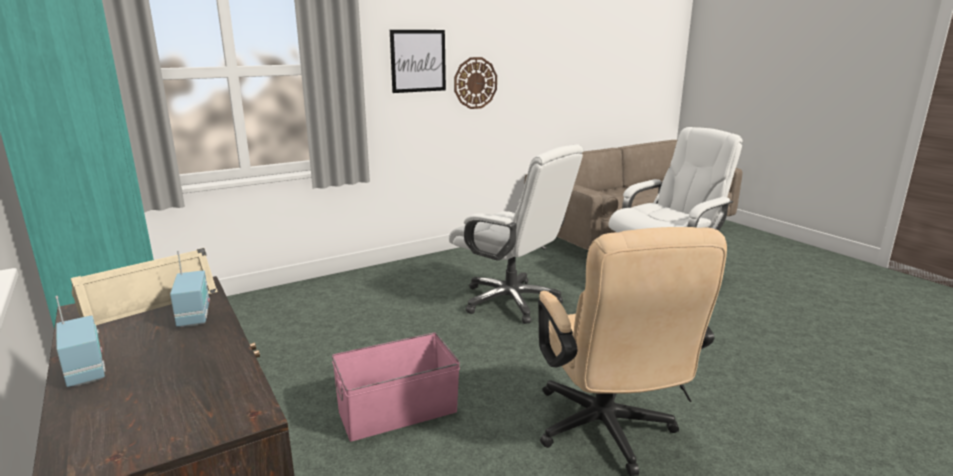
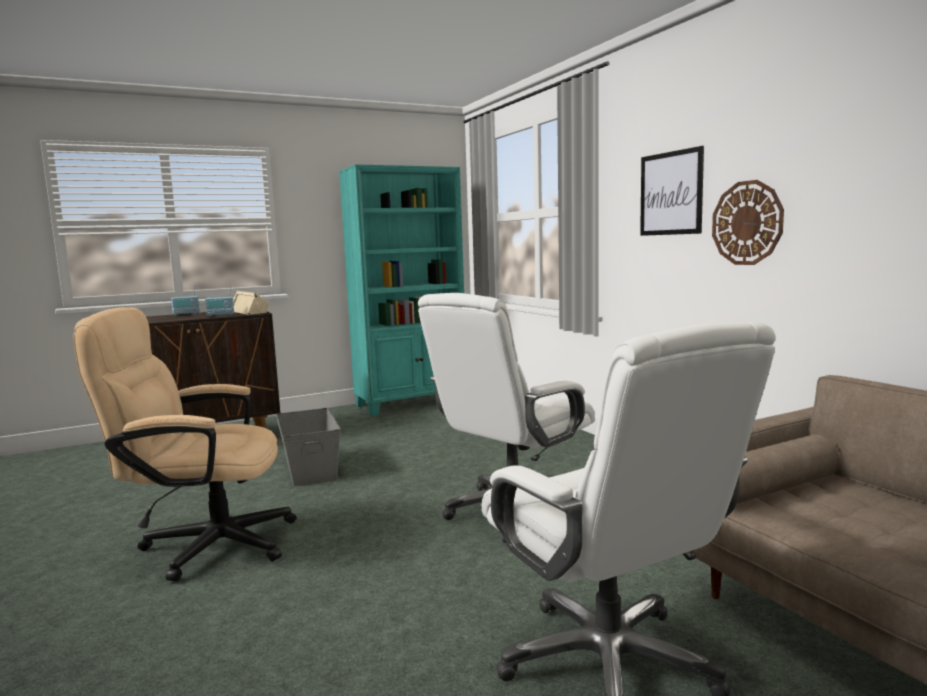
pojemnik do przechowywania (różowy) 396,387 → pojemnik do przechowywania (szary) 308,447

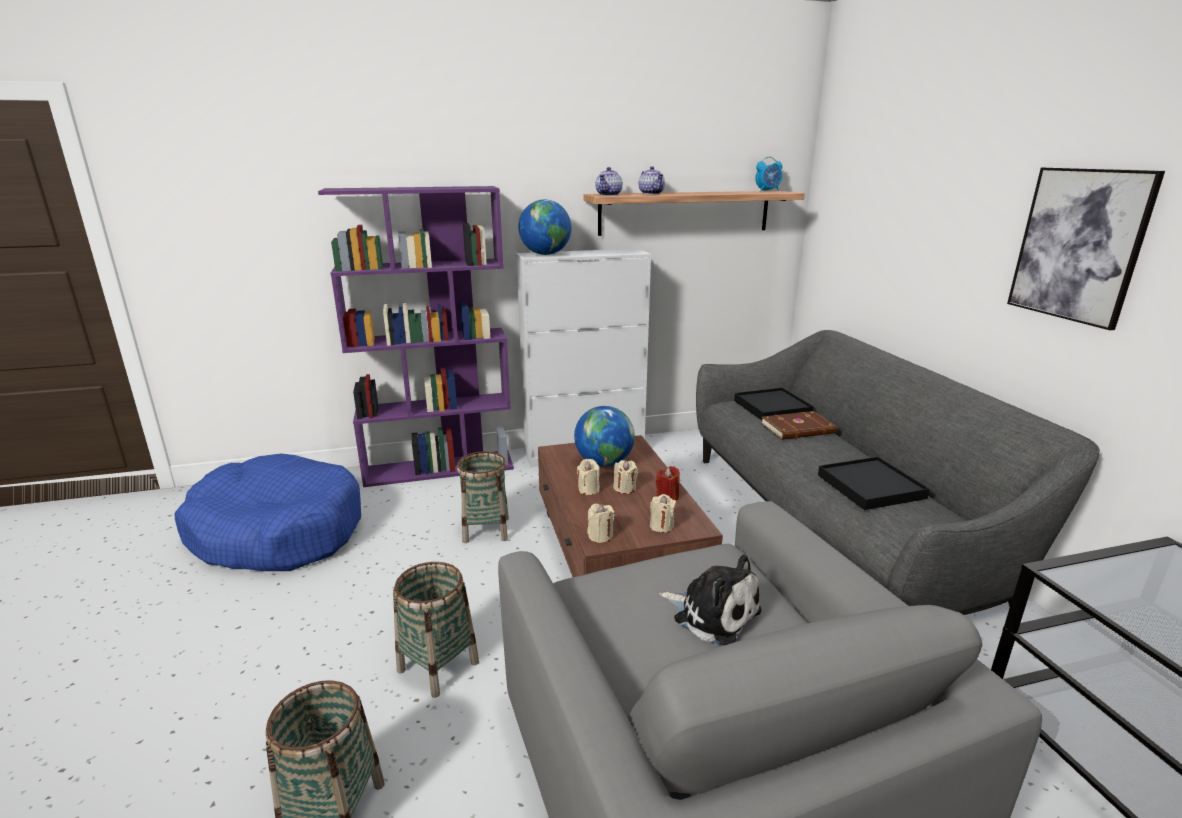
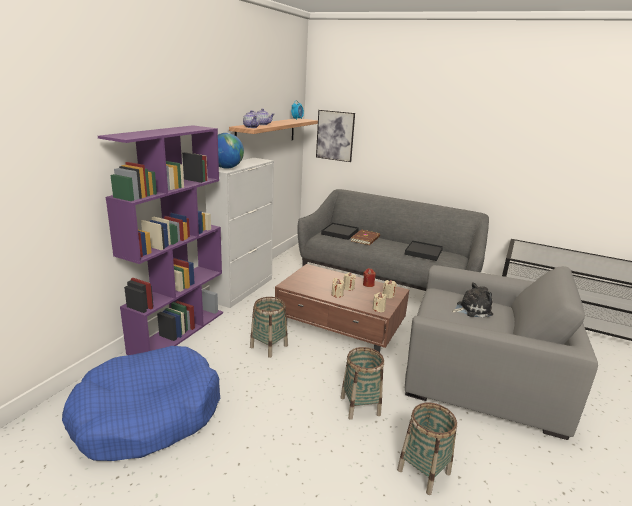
obraz 1086,248 → obraz 335,136, move
globus 604,436 → -

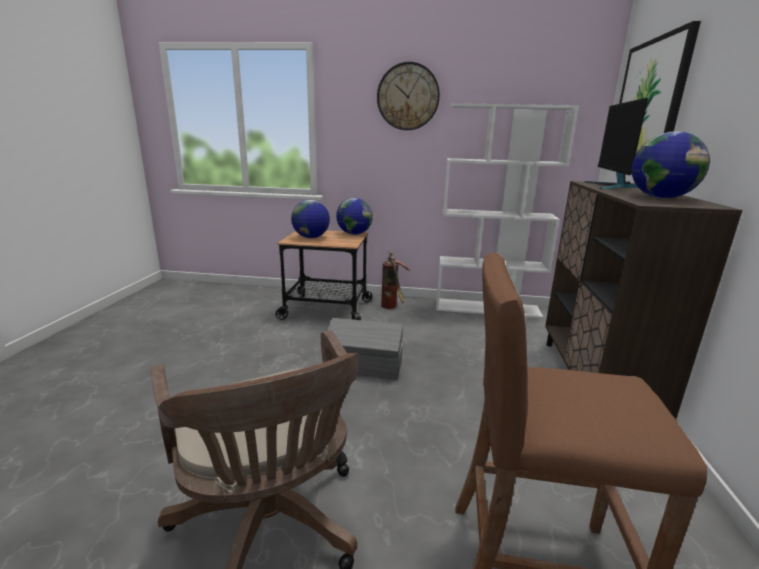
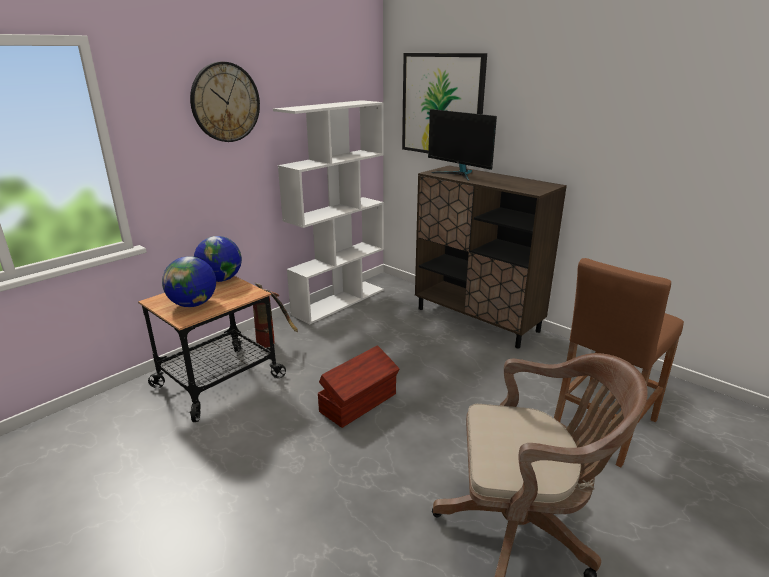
pojemnik do przechowywania (szary) 365,348 → pojemnik do przechowywania (brązowy) 358,386
globus 671,165 → -

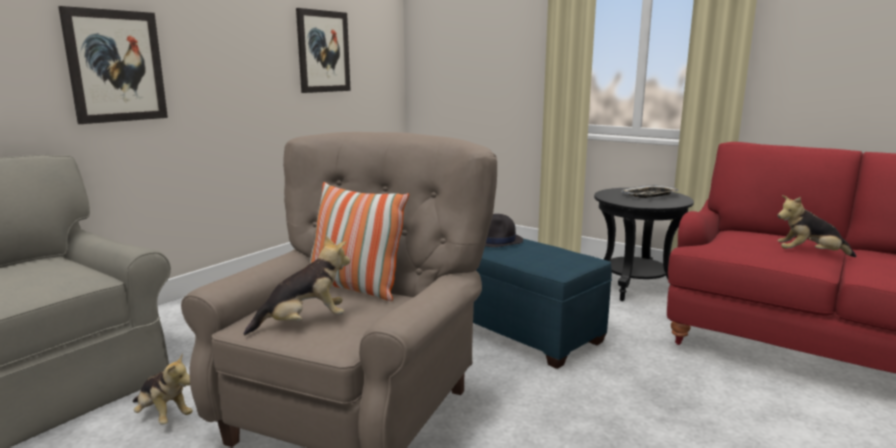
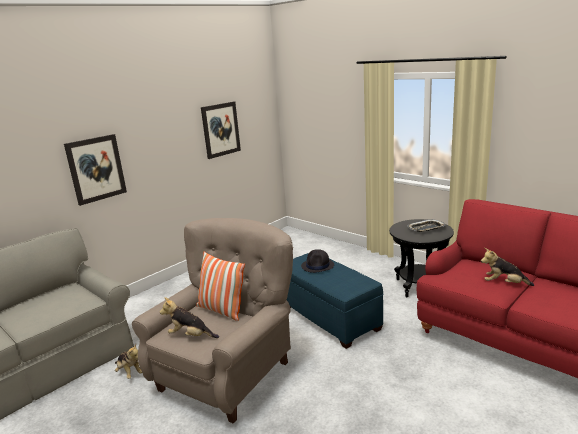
pluszak 296,285 → pluszak 189,317, 150 degrees counterclockwise

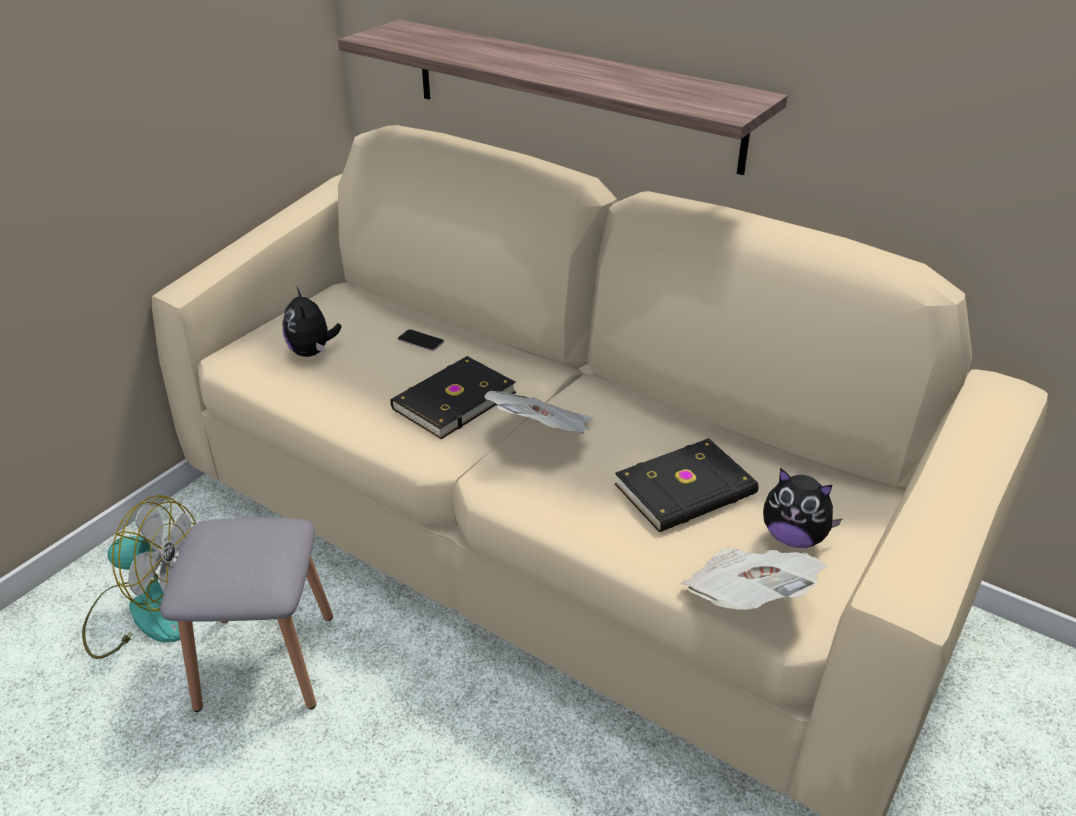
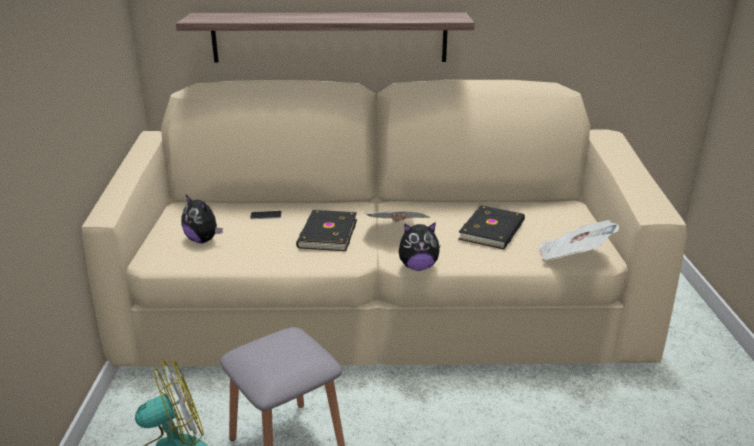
pluszak 803,508 → pluszak 419,246, move

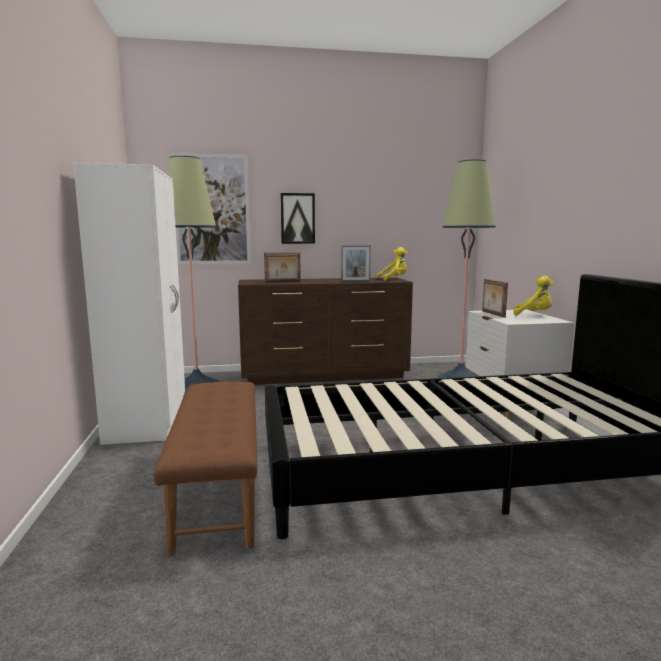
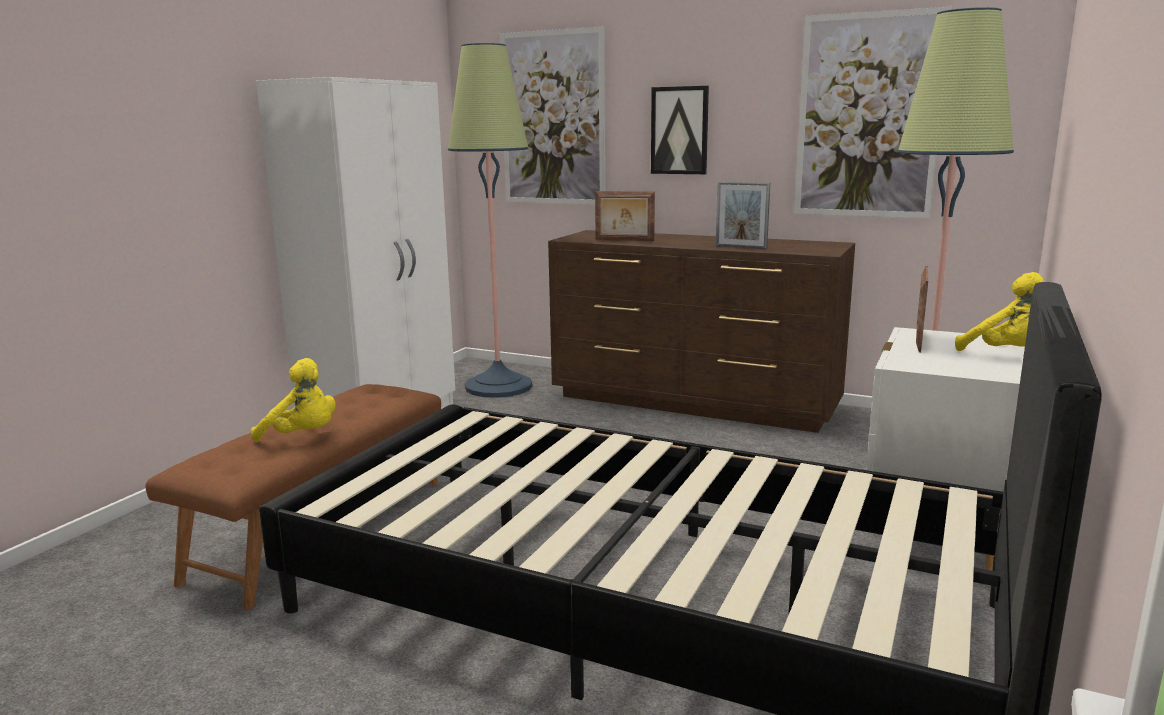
pluszak (żółty) 392,264 → pluszak (żółty) 293,400, move
- → obraz 872,112

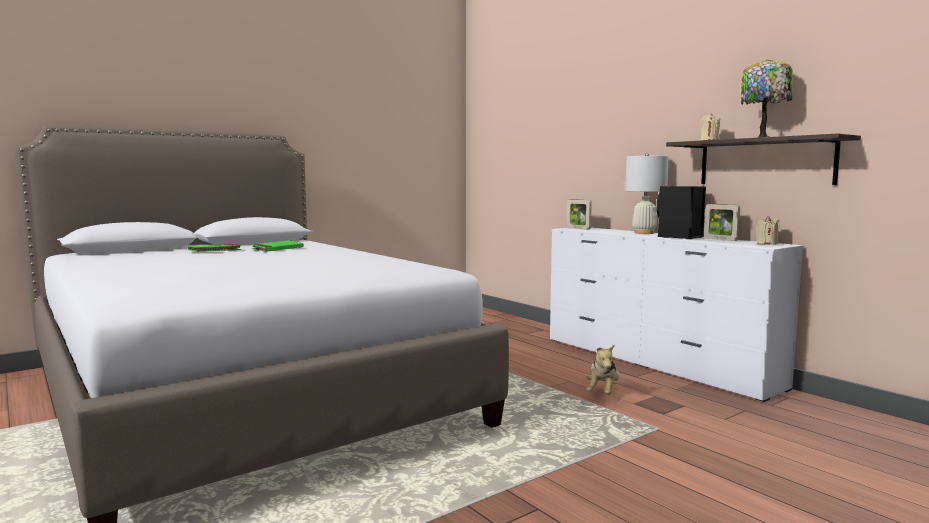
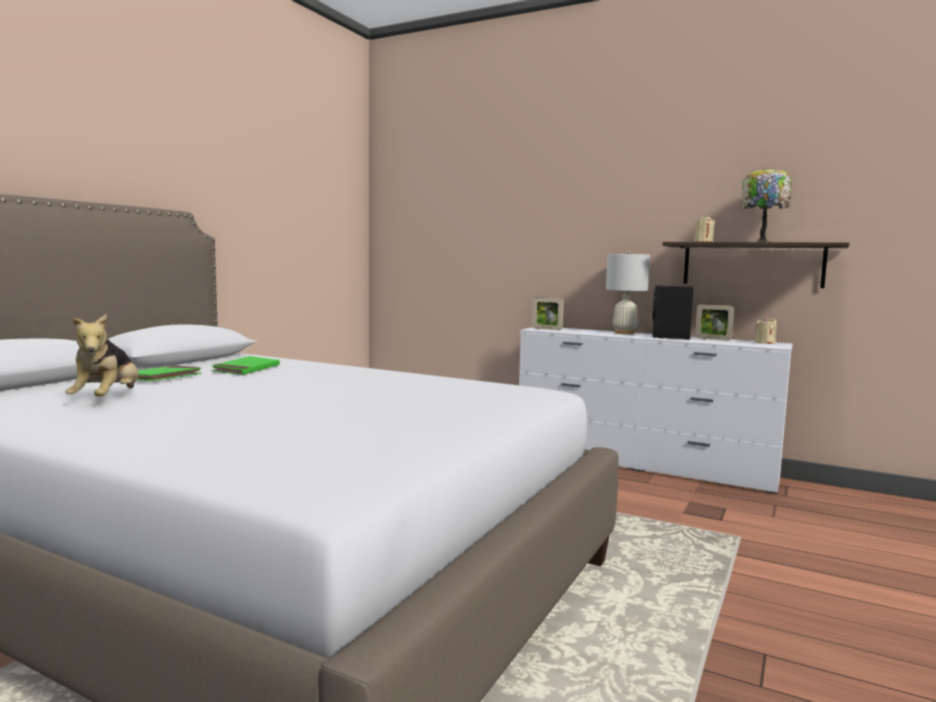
pluszak 603,370 → pluszak 102,355, move

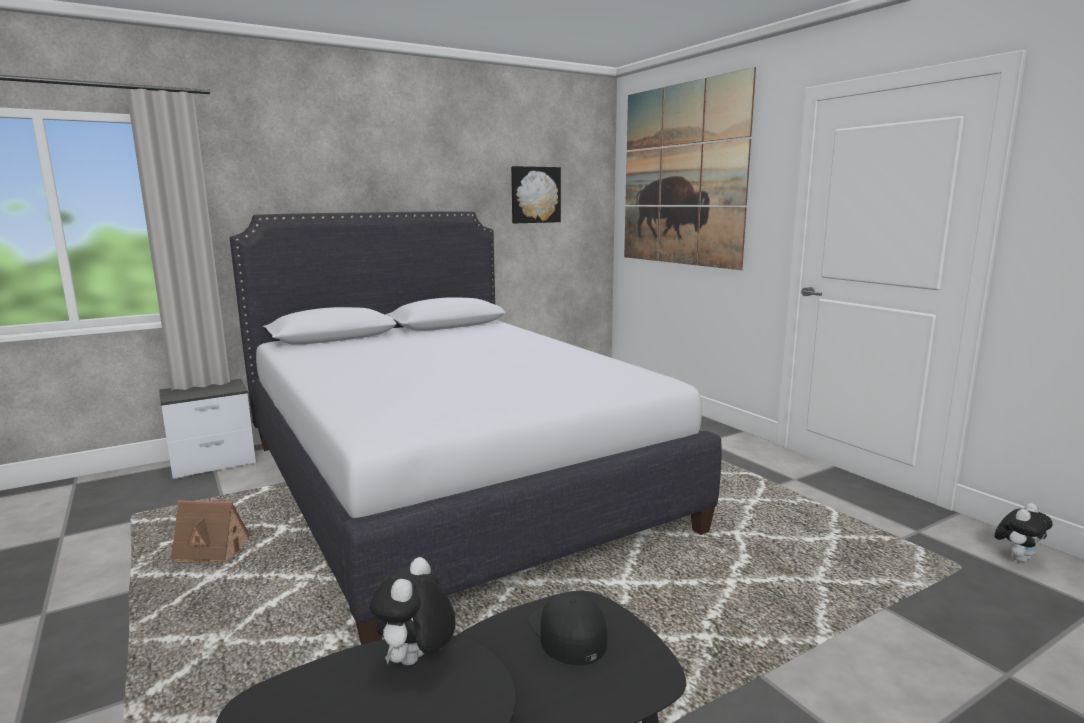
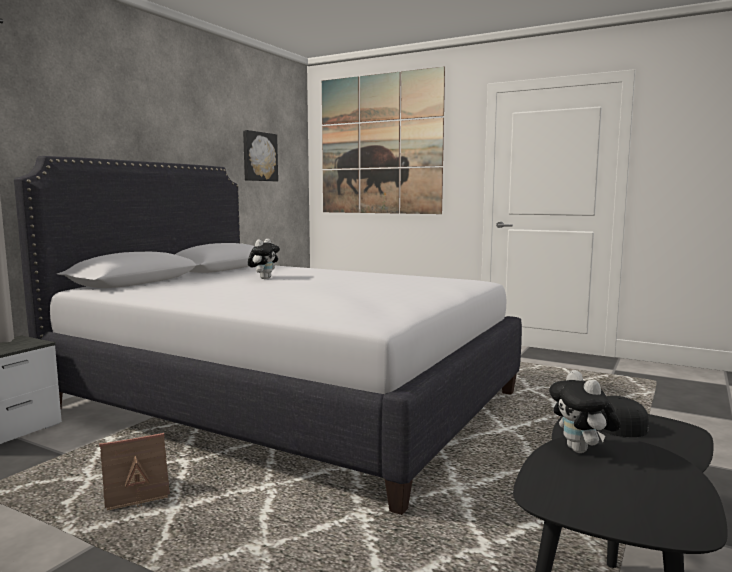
pluszak 1023,532 → pluszak 264,259, move

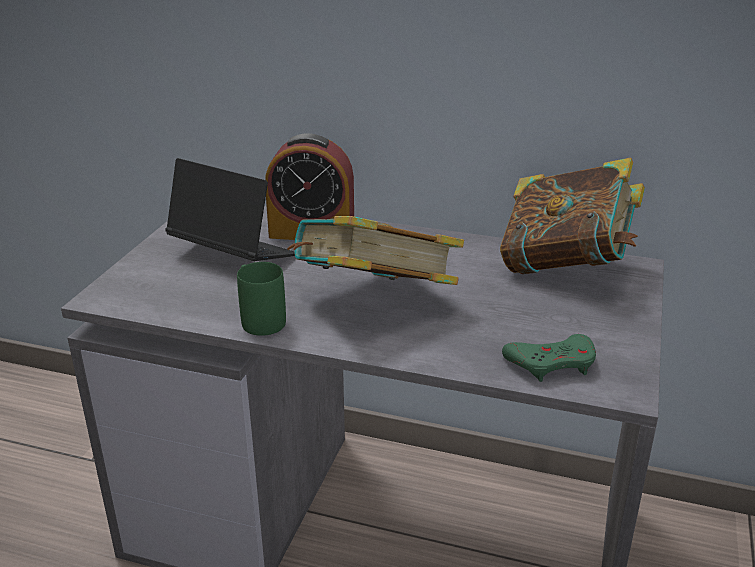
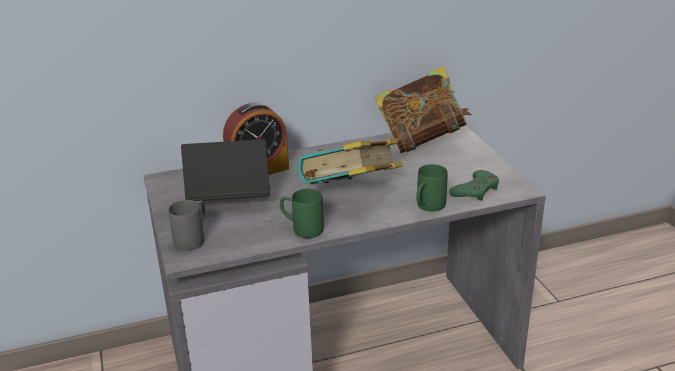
- → kubek (szary) 186,225
- → kubek (zielony) 432,188

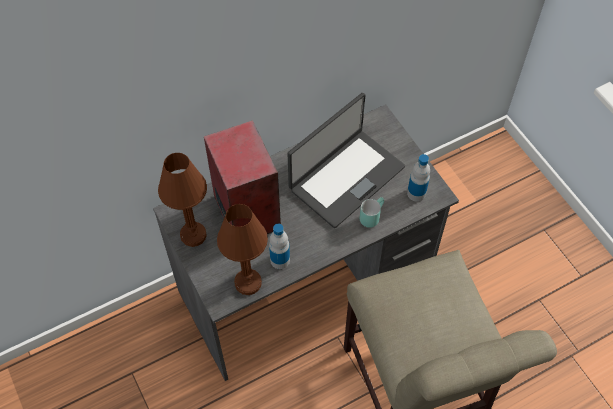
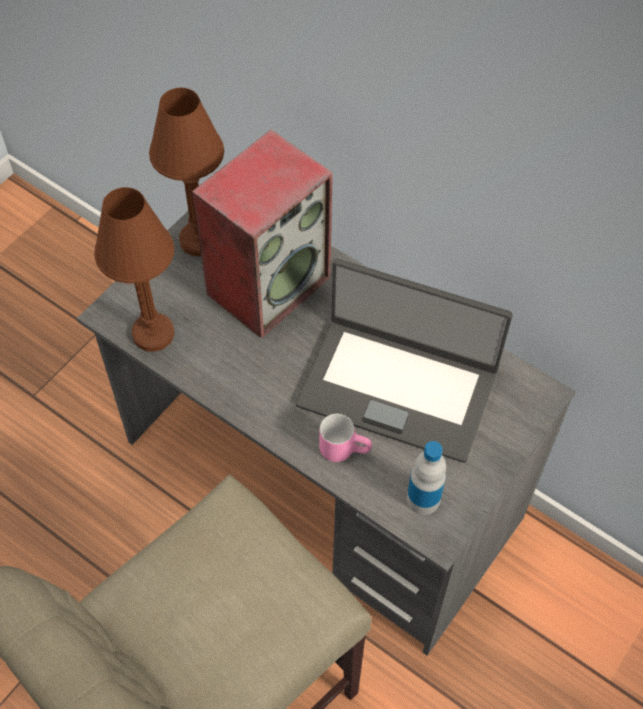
kubek (turkusowy) 372,212 → kubek (różowy) 345,438
butelka 279,246 → -

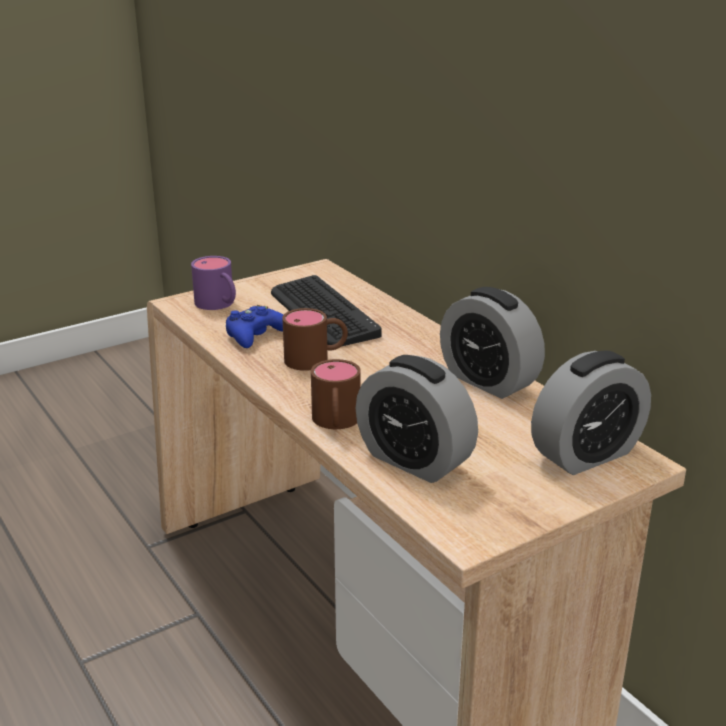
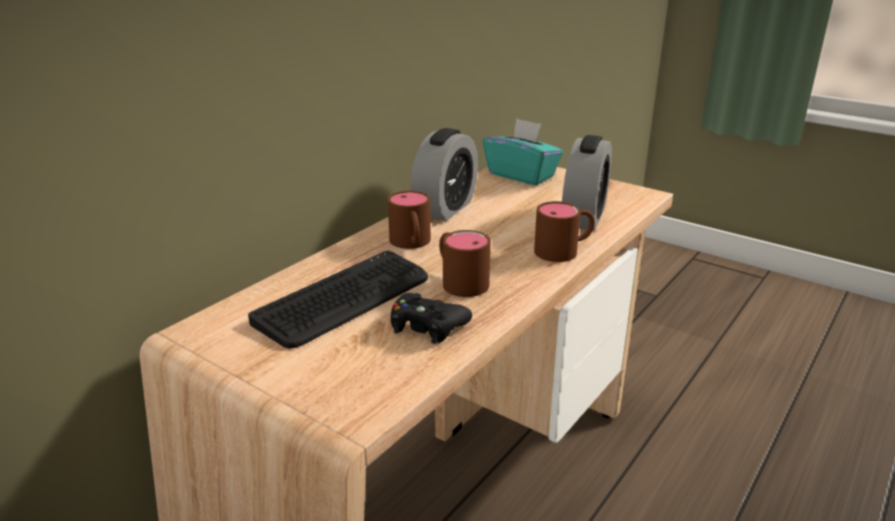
- → kubek (brązowy) 409,220
pad do gier (niebieski) 254,326 → pad do gier (czarny) 431,318
budzik 591,412 → pudełko chusteczek (turkusowy) 523,151
kubek (fioletowy) 213,283 → -

